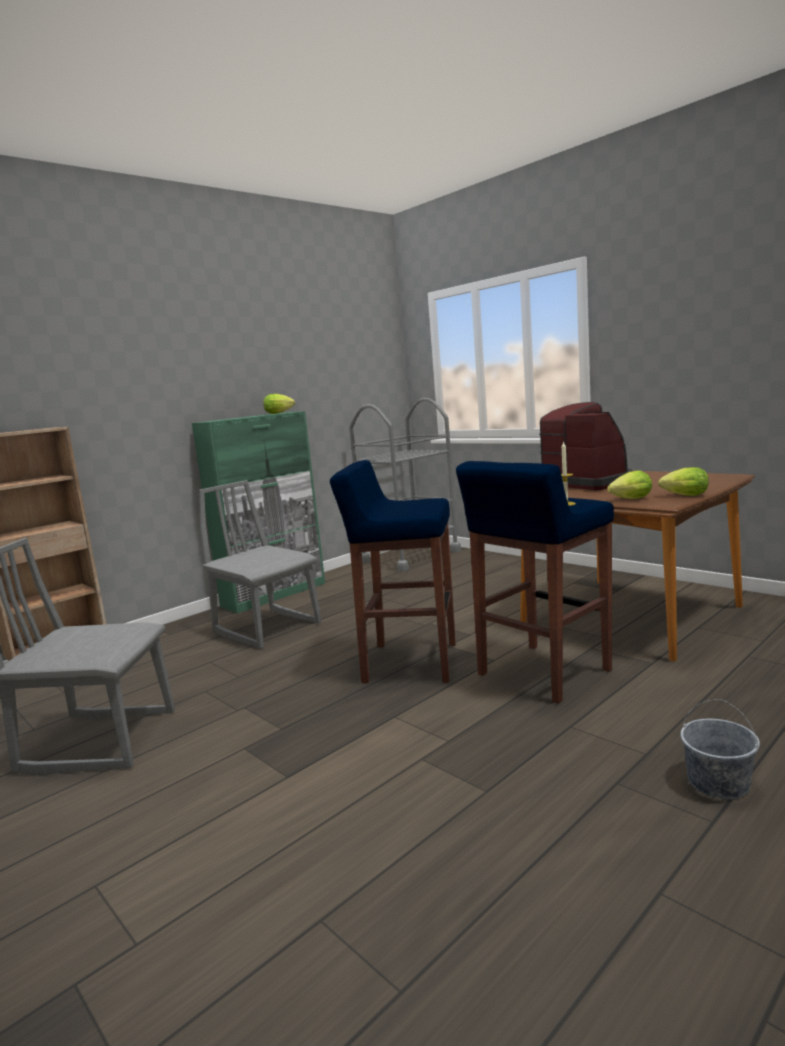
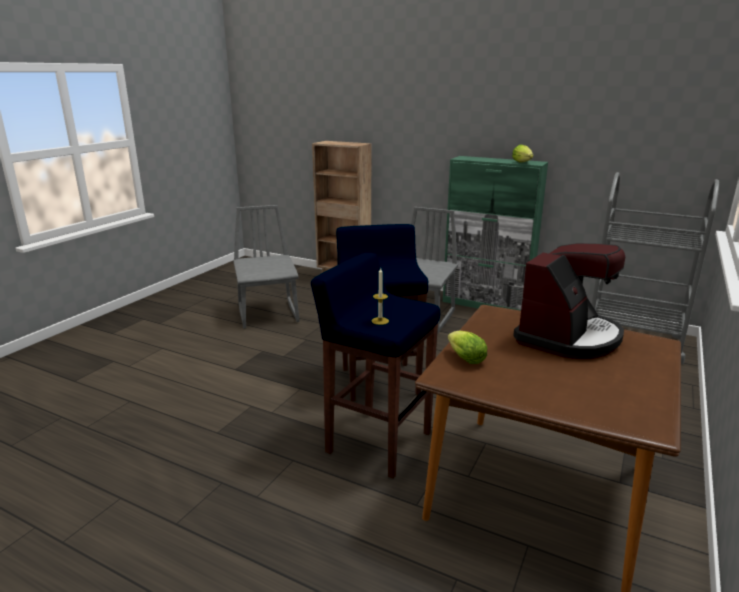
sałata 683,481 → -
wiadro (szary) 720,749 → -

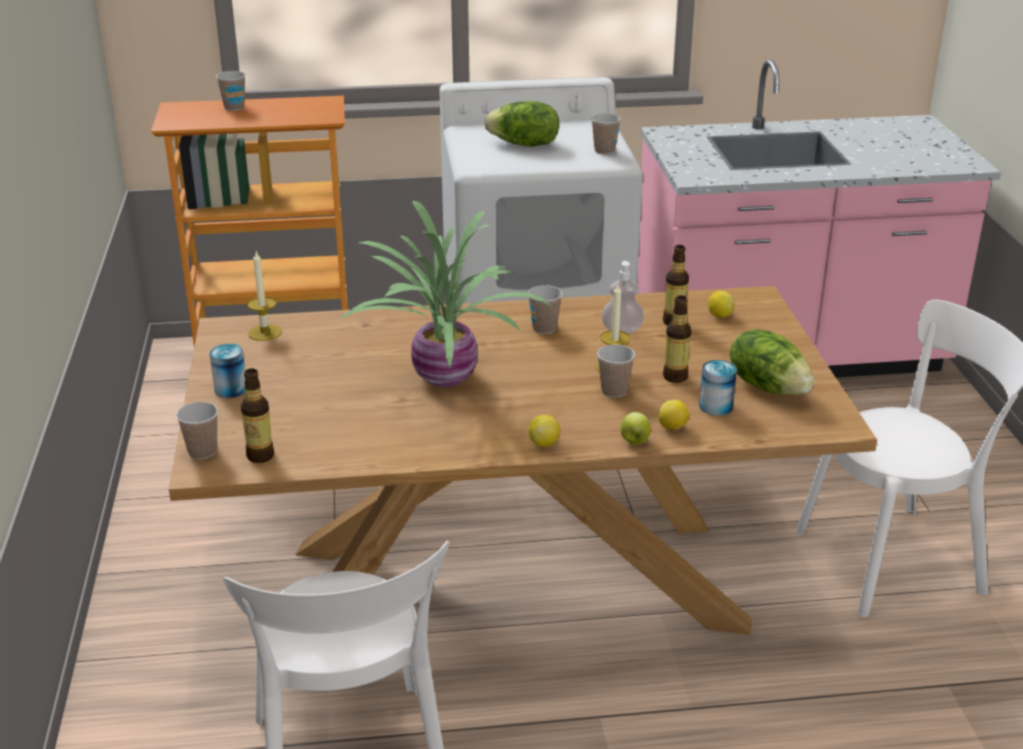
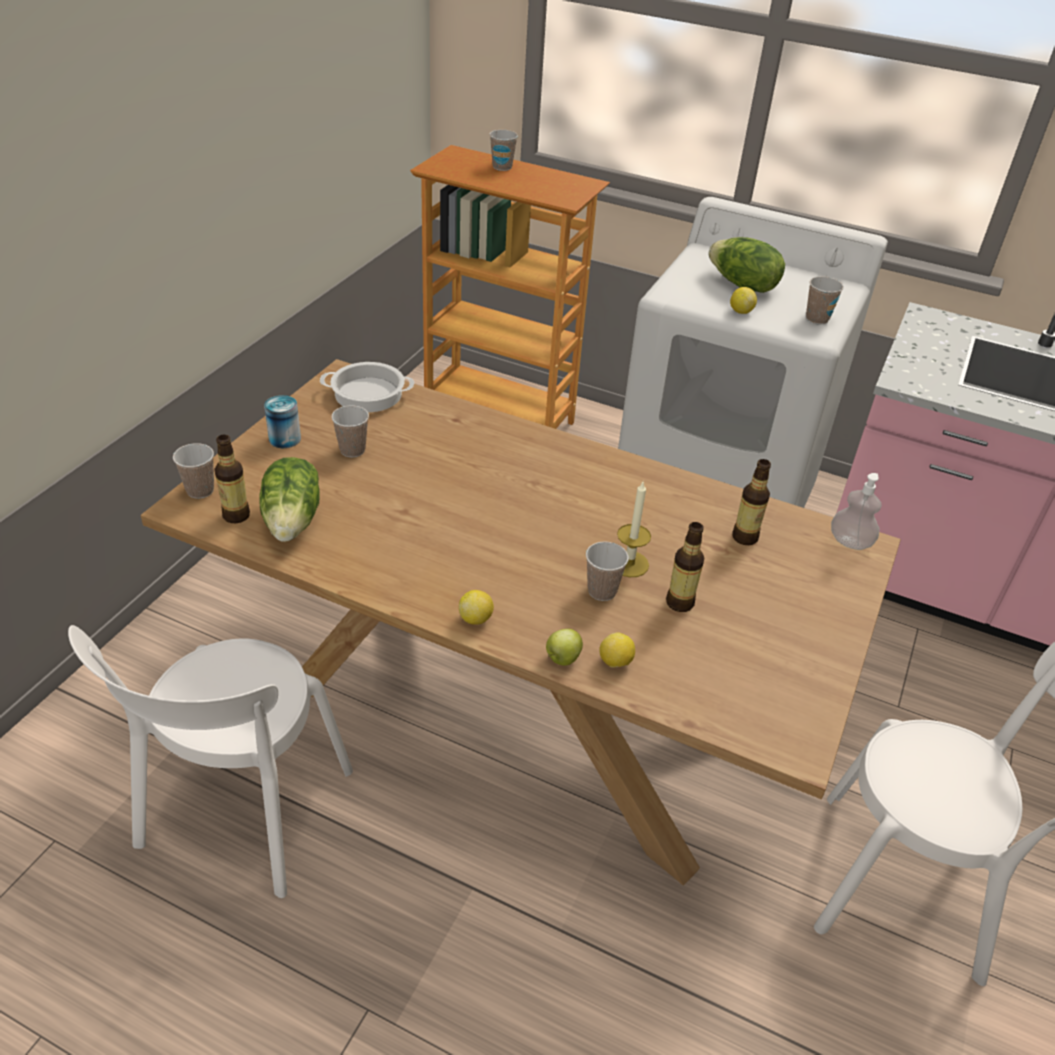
sałata 772,362 → sałata 289,499, move
świeca 264,296 → garnek 367,387
filiżanka 545,309 → filiżanka 350,431, move
cytryna 721,304 → cytryna 743,300, move
dozownik mydła 623,297 → dozownik mydła 856,511, move
roślina doniczkowa 445,293 → -
puszka 718,388 → -

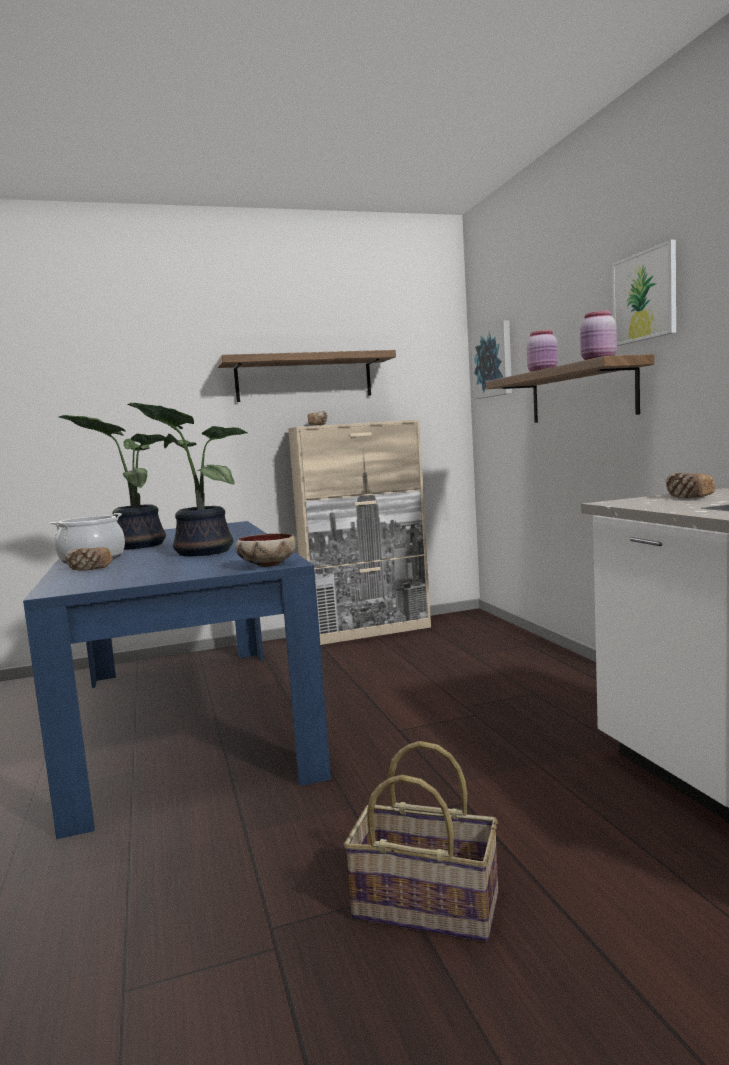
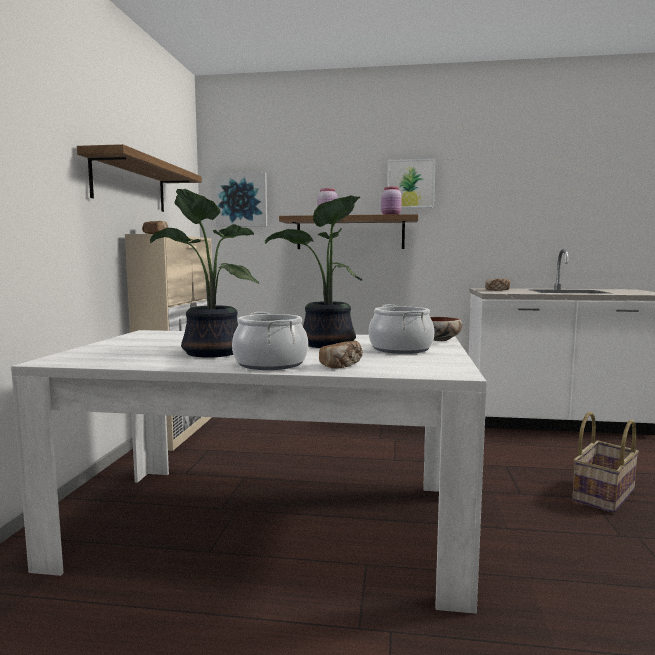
stół jadalny (niebieski) 177,680 → stół jadalny (biały) 249,472
- → garnek 401,329

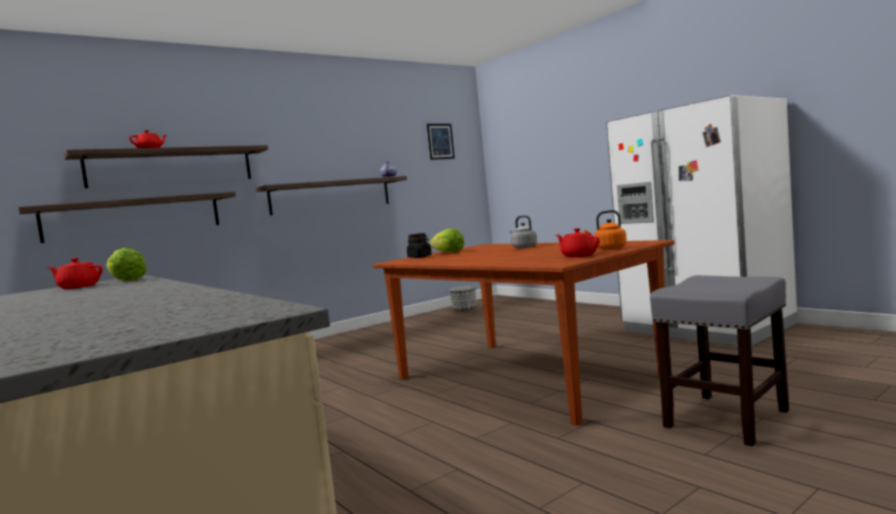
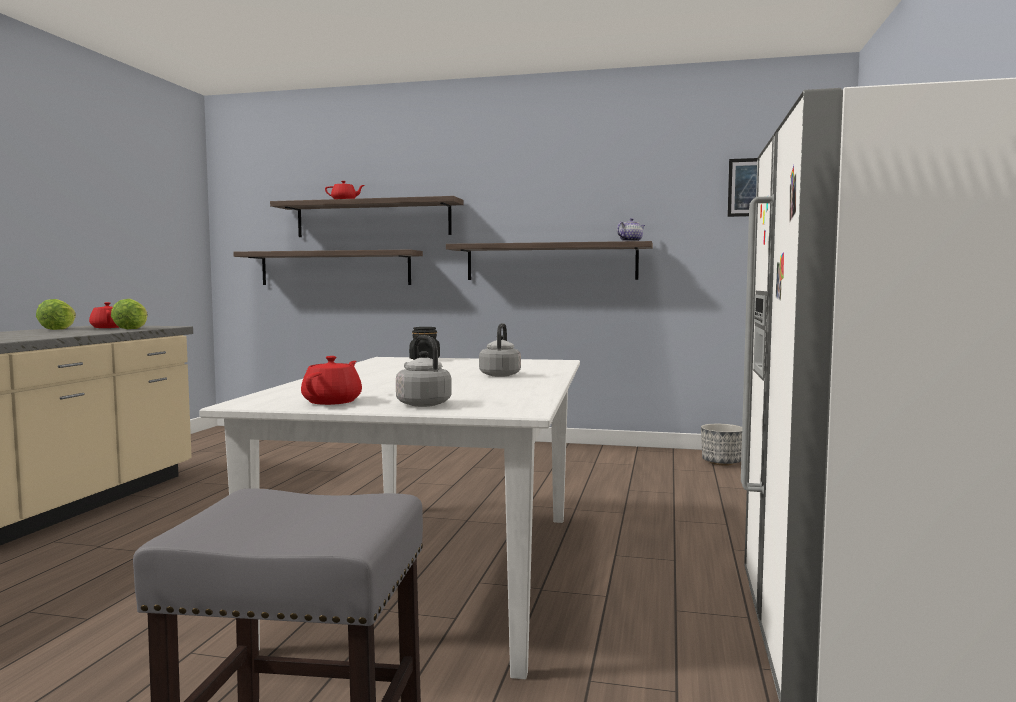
sałata 447,241 → sałata 56,314, move
stół jadalny (brązowy) 523,333 → stół jadalny (biały) 389,518
czajnik (pomarańczowy) 605,230 → czajnik (szary) 424,371

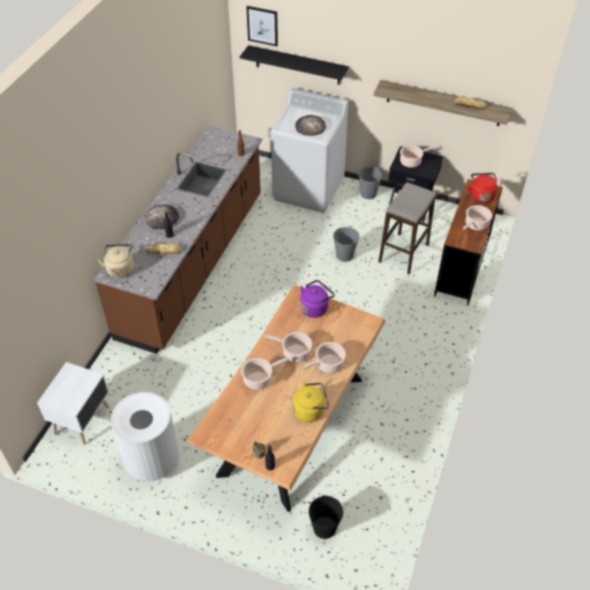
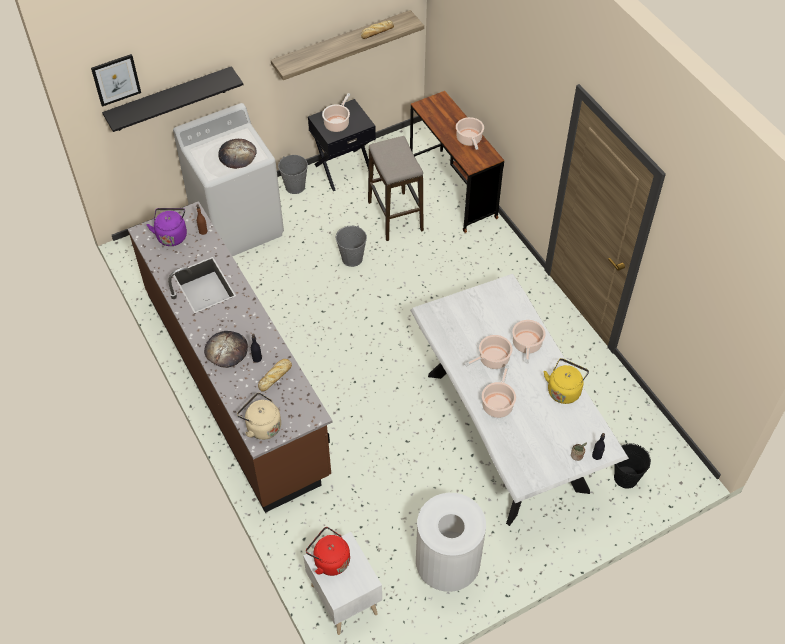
czajnik (fioletowy) 317,299 → czajnik (fioletowy) 167,227, move
czajnik (czerwony) 482,188 → czajnik (czerwony) 328,551, move
stół jadalny (brązowy) 286,398 → stół jadalny (biały) 519,400

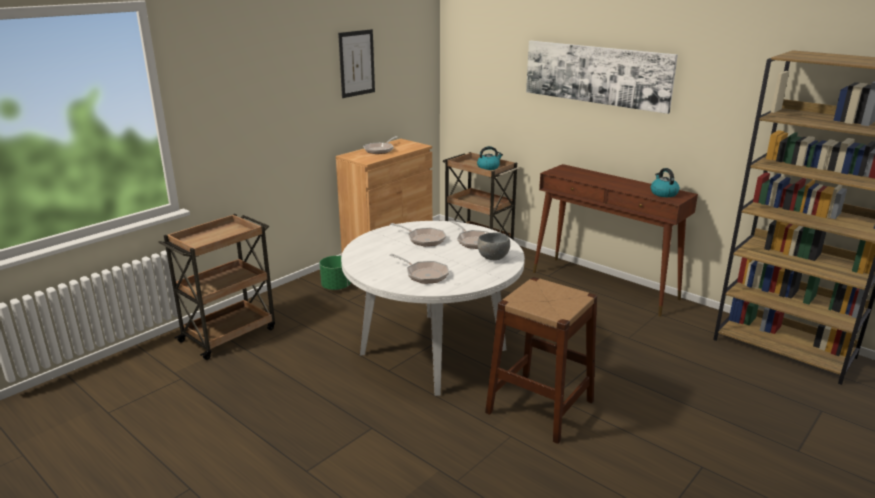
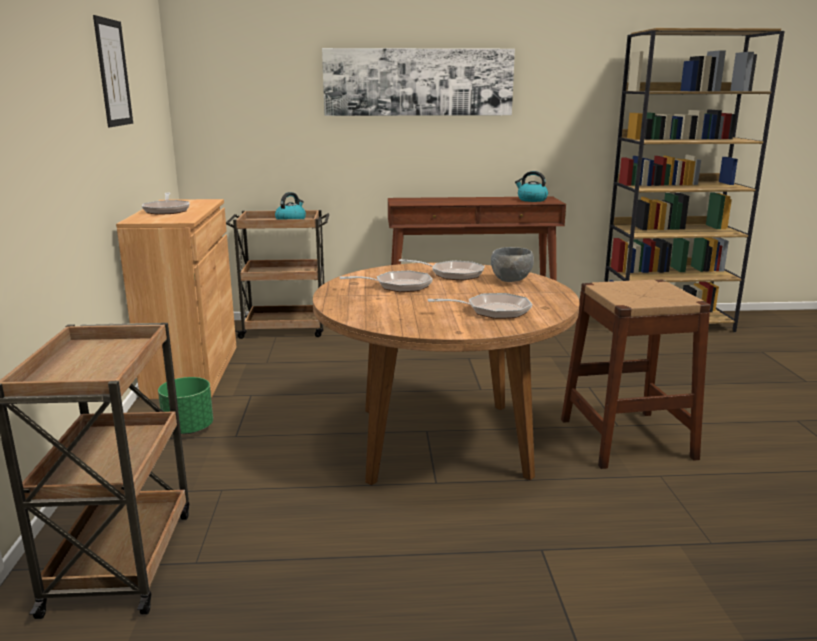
stół jadalny (biały) 433,308 → stół jadalny (brązowy) 446,373

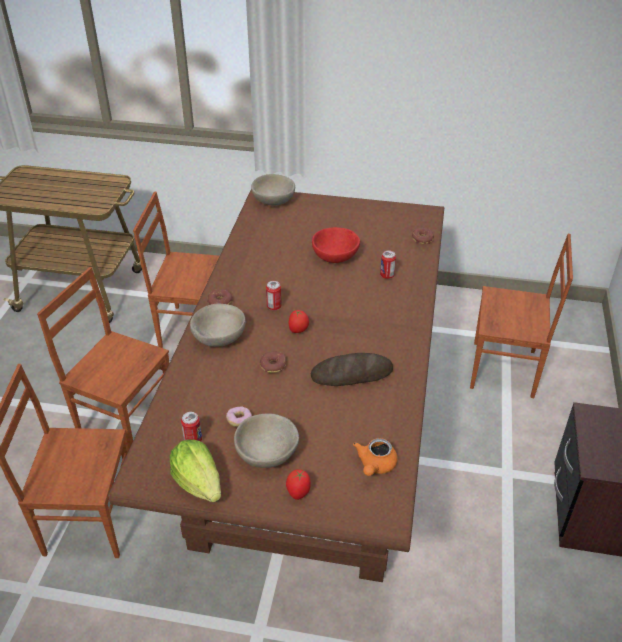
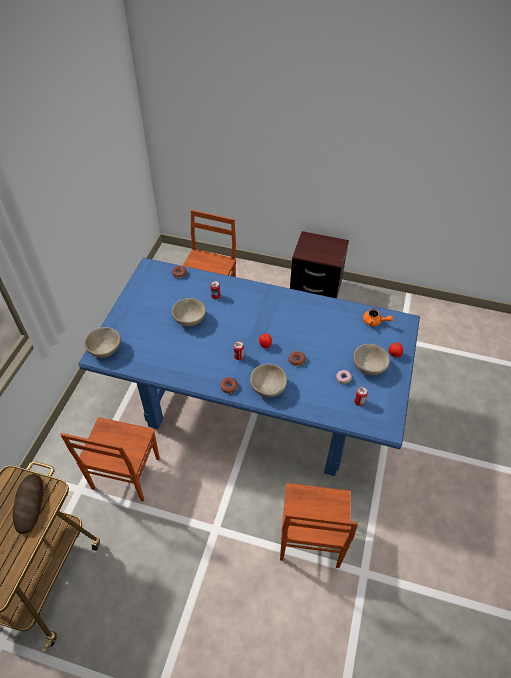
chleb 352,369 → chleb 28,504, move
stół jadalny (brązowy) 276,386 → stół jadalny (niebieski) 249,367
miska (czerwony) 336,245 → miska (beżowy) 189,312
krzesło (brązowy) 103,358 → -
sałata 195,470 → -

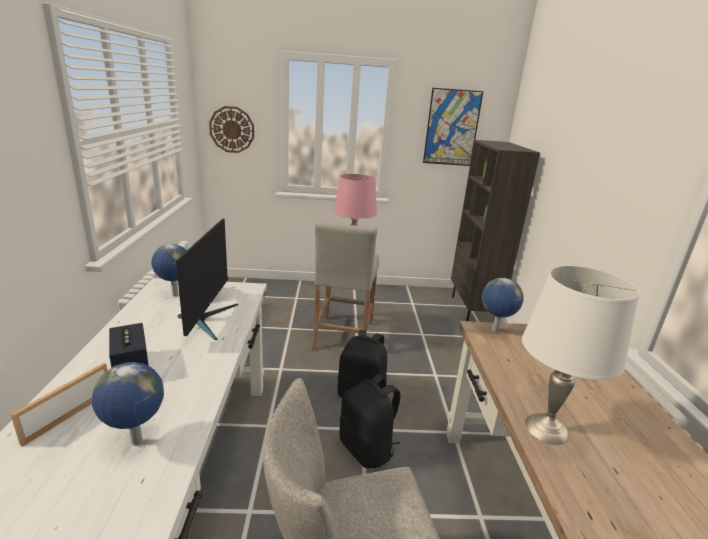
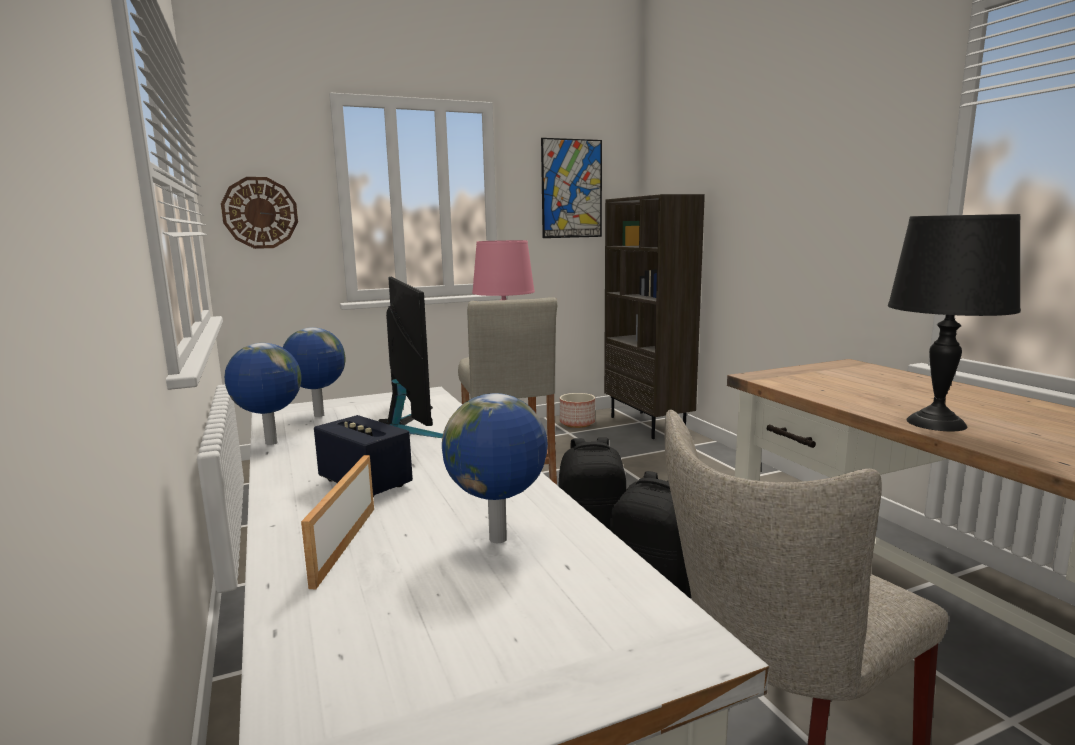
globus 503,305 → globus 262,394, move
- → donica 577,410
lampa stołowa (biały) 580,355 → lampa stołowa (czarny) 954,322

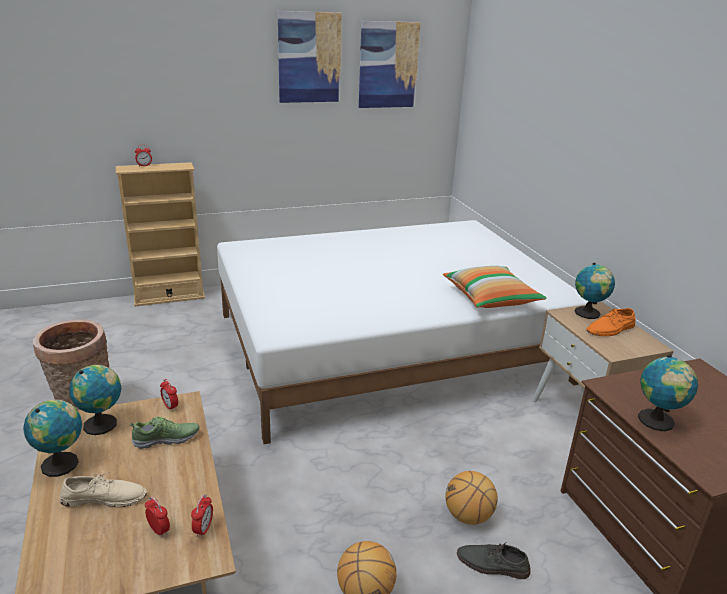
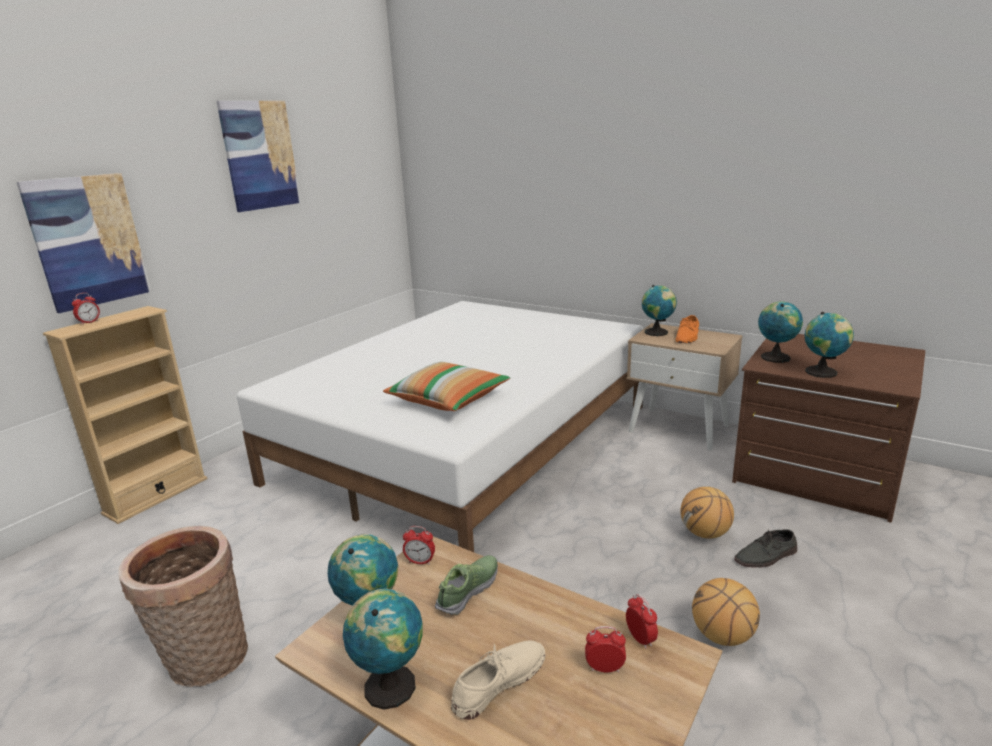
obraz 390,64 → obraz 84,243, move
poduszka 495,287 → poduszka 446,386, move
- → globus 780,332

